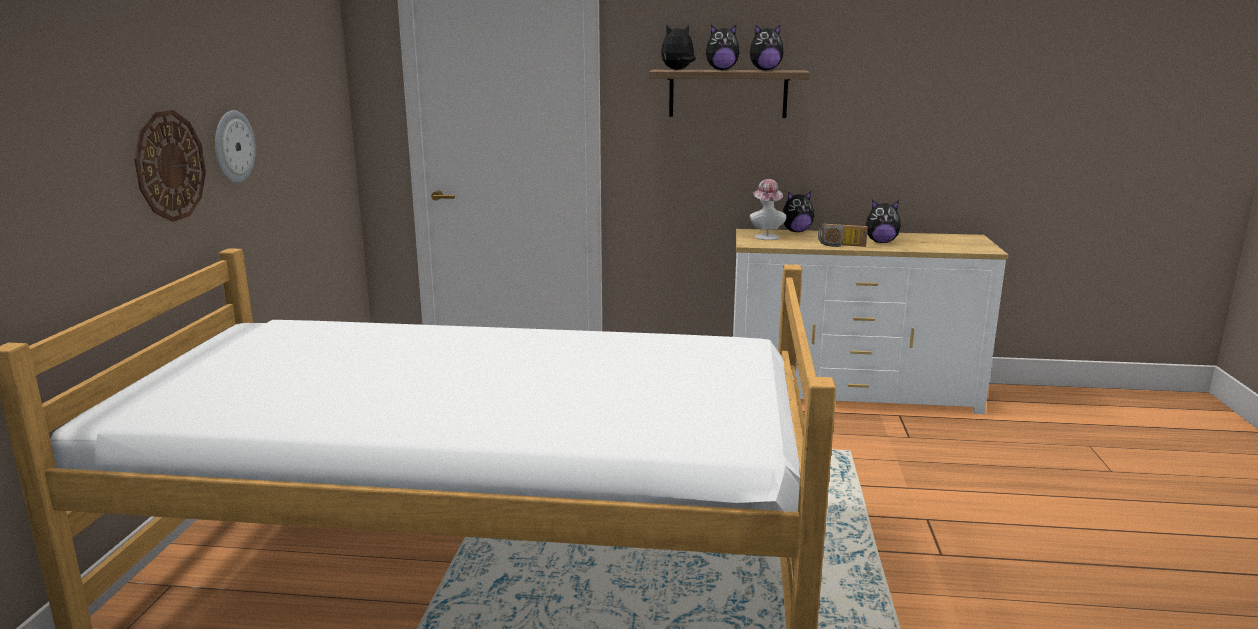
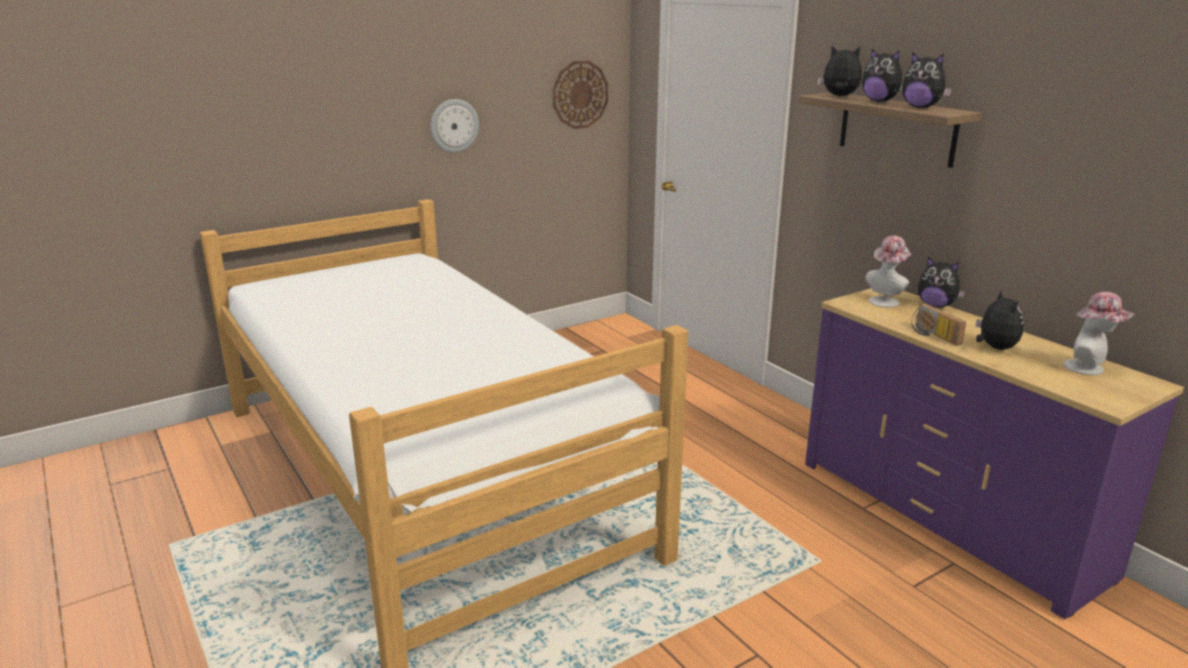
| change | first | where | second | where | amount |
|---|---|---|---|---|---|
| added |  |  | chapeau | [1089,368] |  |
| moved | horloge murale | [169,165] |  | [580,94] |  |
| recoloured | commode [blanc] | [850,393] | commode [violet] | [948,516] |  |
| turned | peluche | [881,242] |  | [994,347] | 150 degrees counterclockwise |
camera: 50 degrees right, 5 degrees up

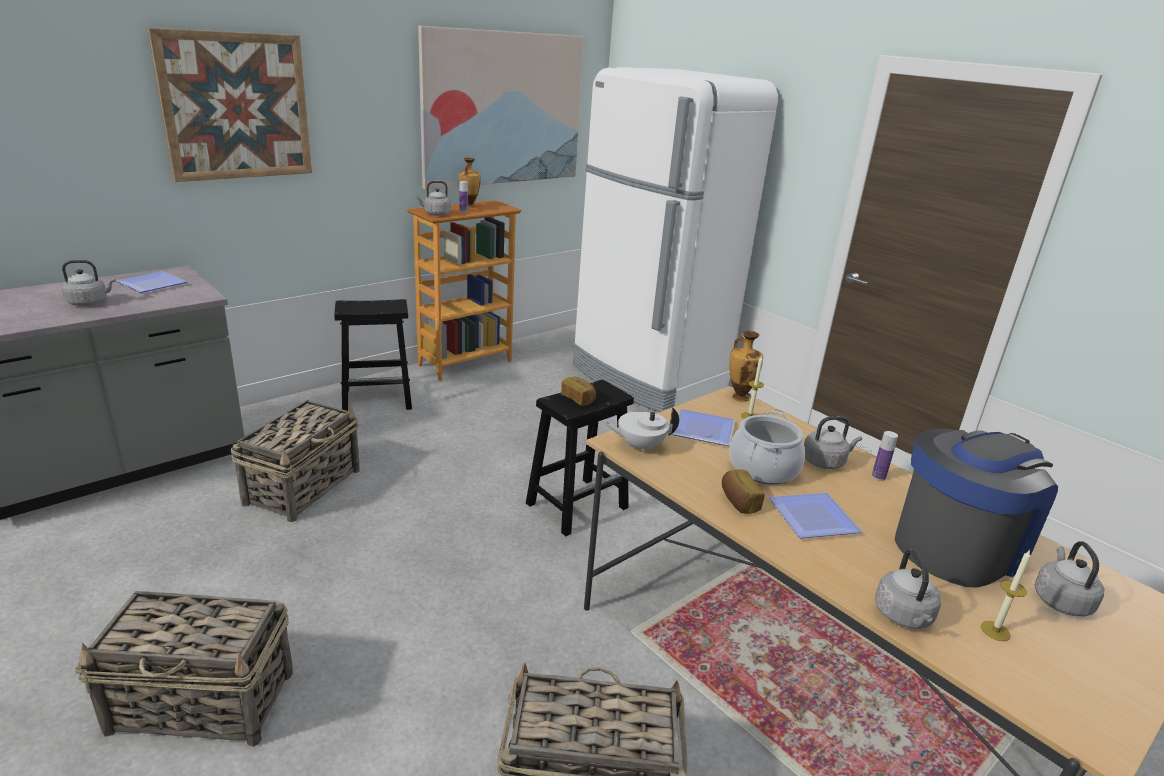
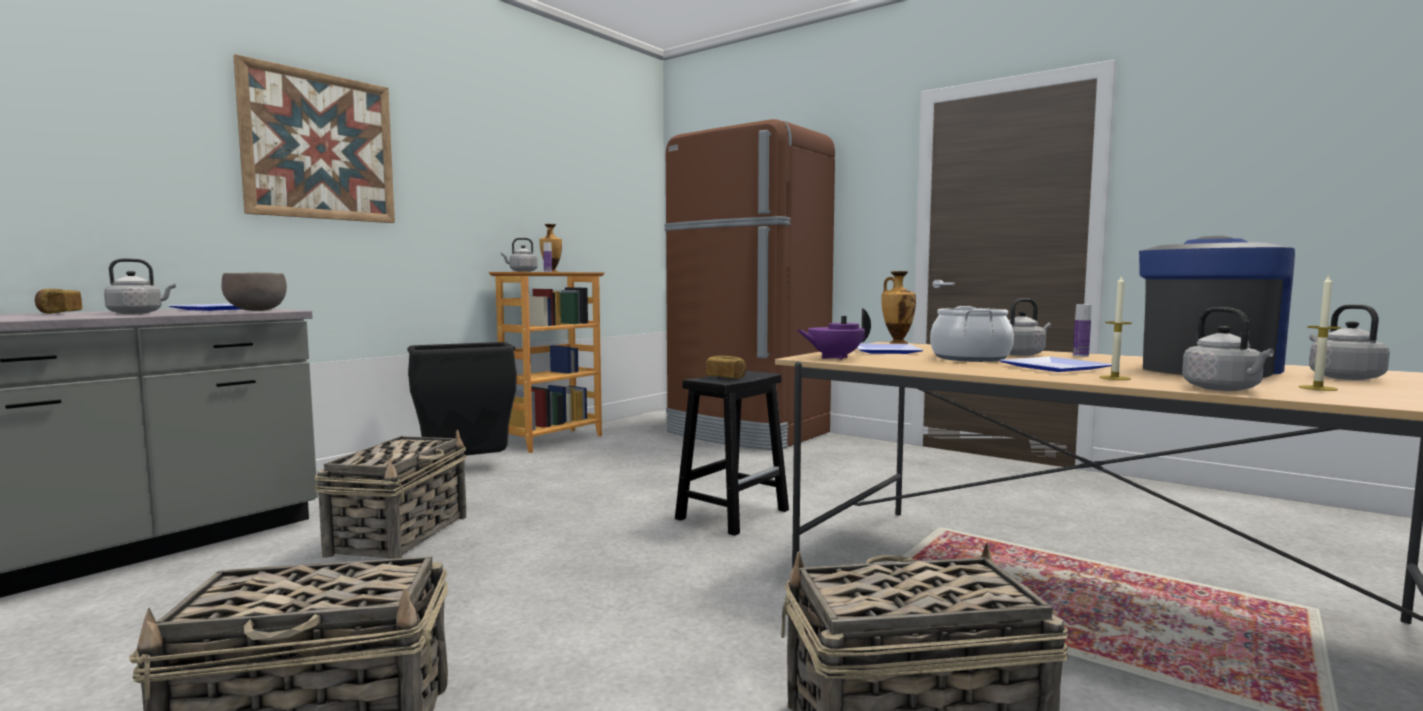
| change | first | where | second | where | amount |
|---|---|---|---|---|---|
| removed | tableau | [503,109] |  |  |  |
| added |  |  | bol [marron] | [257,310] |  |
| moved | pain | [738,502] |  | [58,313] |  |
| moved | bougie | [749,416] |  | [1114,378] |  |
| replaced | tabouret [noir] | [378,399] | poubelle [noir] | [466,469] |  |
| recoloured | réfrigérateur [blanc] | [647,378] | réfrigérateur [marron] | [747,433] |  |
| recoloured | théière [blanc] | [640,446] | théière [violet] | [834,358] |  |
camera: 10 degrees left, 20 degrees down

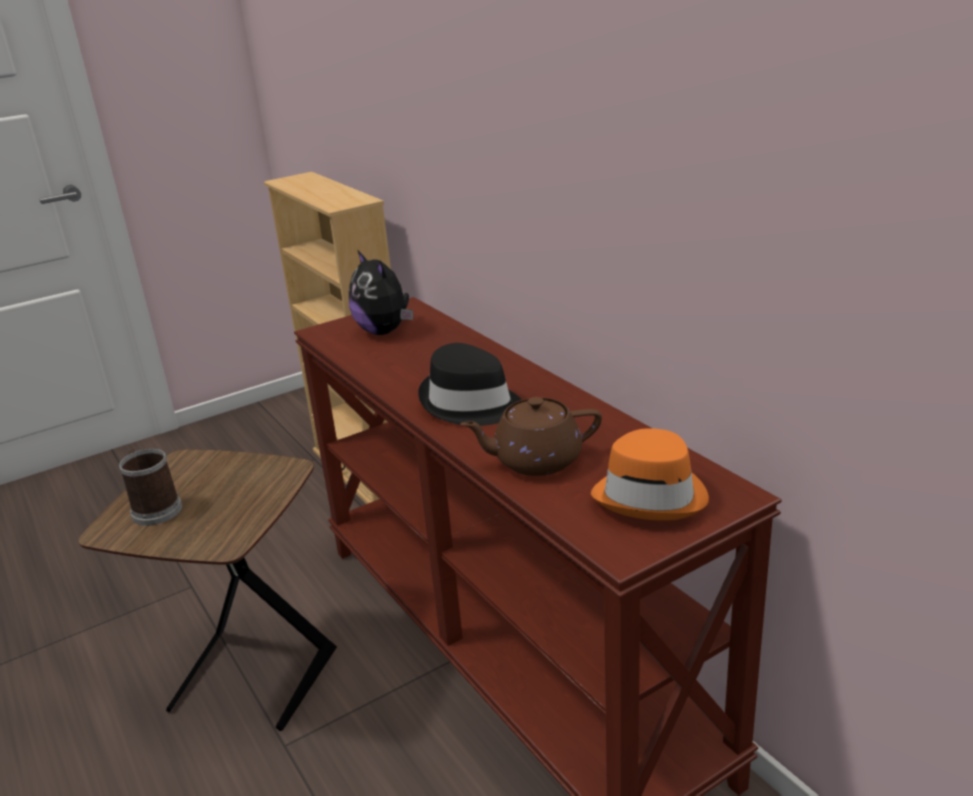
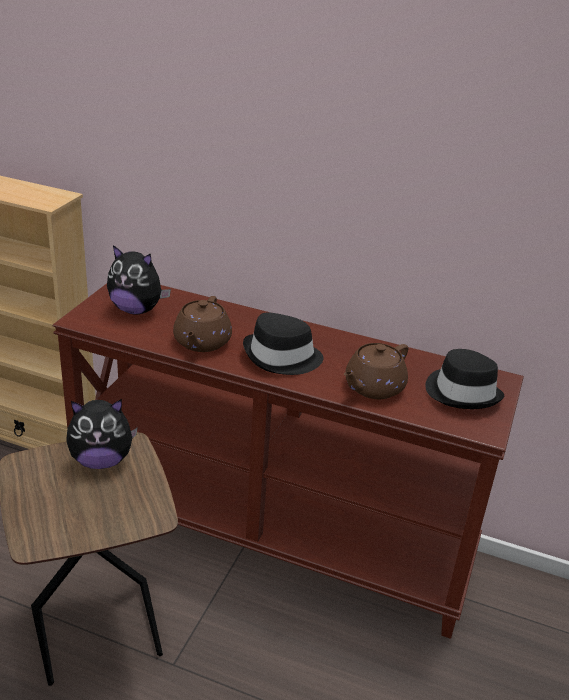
| change | first | where | second | where | amount |
|---|---|---|---|---|---|
| removed | mug | [154,508] |  |  |  |
| added |  |  | peluche | [101,460] |  |
| added |  |  | théière [marron] | [201,342] |  |
| recoloured | chapeau [orange] | [652,495] | chapeau [noir] | [462,392] |  |
camera: 40 degrees left, 5 degrees up

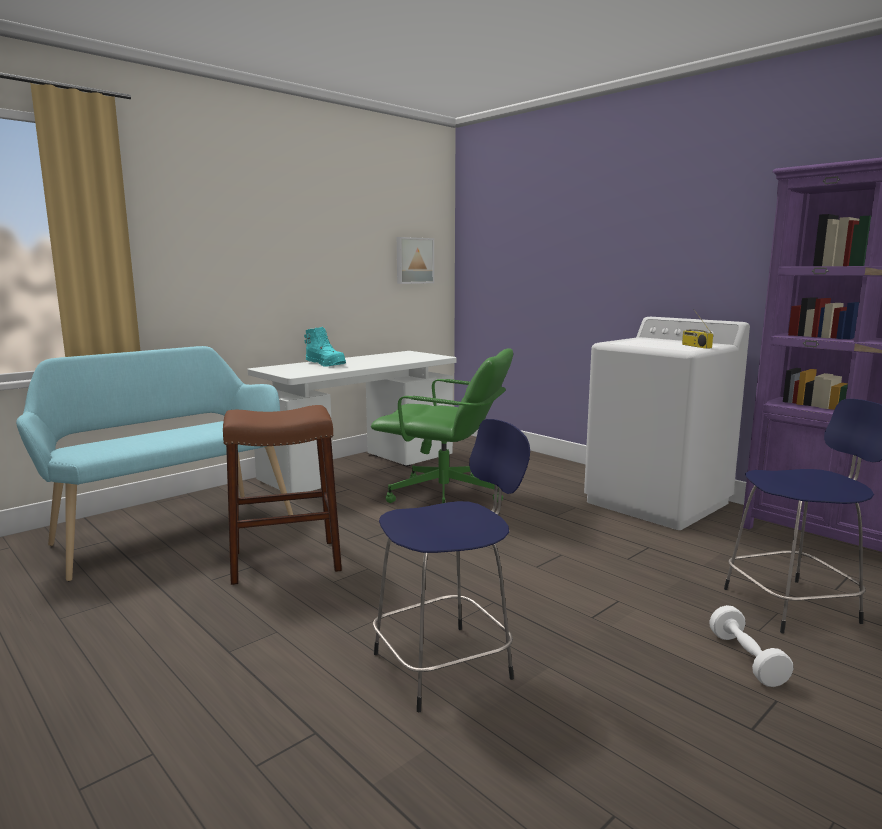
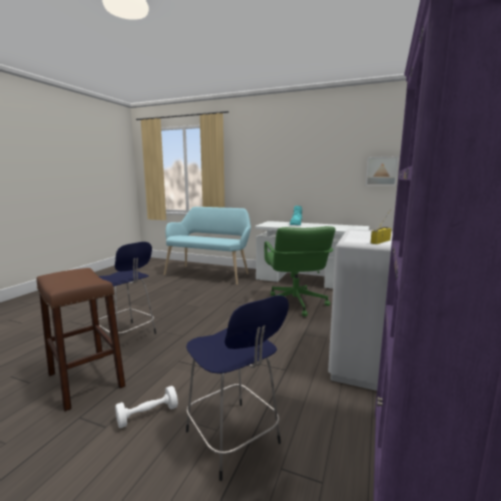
| change | first | where | second | where | amount |
|---|---|---|---|---|---|
| moved | tabouret [marron] | [285,561] |  | [85,380] |  |
camera: 65 degrees right, 0 degrees up

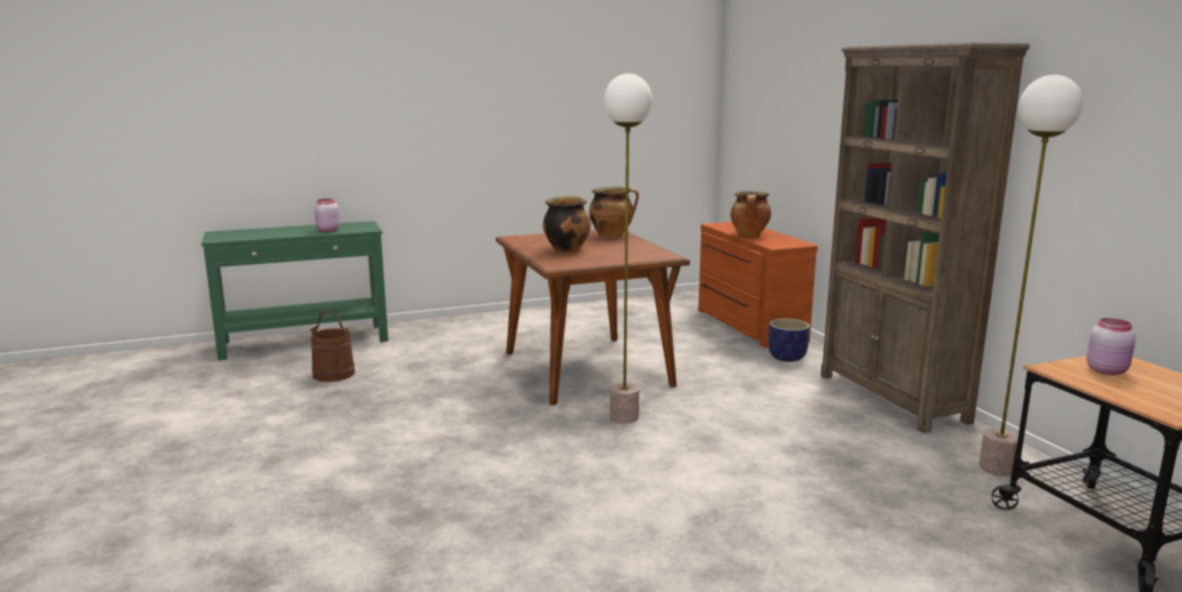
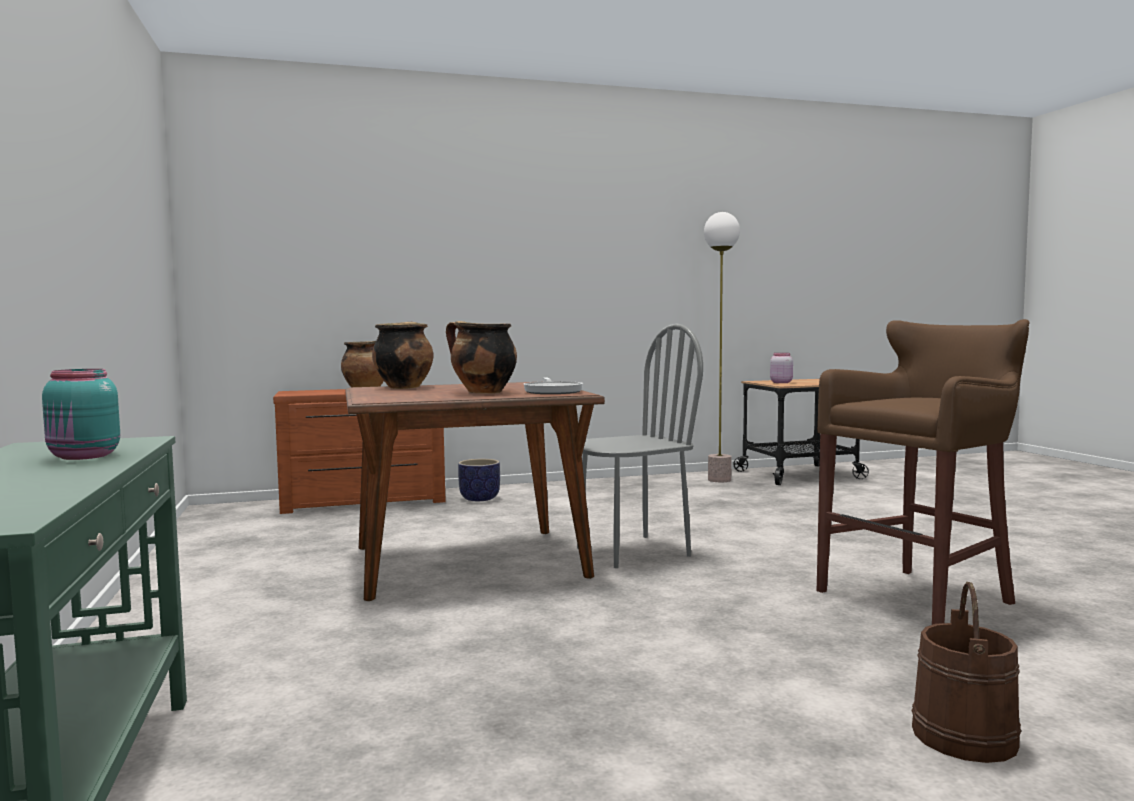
| change | first | where | second | where | amount |
|---|---|---|---|---|---|
| removed | bibliothèque [marron] | [892,398] |  |  |  |
| added |  |  | poêle | [553,391] |  |
| added |  |  | tabouret [marron] | [919,597] |  |
| moved | seau [marron] | [334,374] |  | [963,736] |  |
| replaced | lampadaire | [624,417] | chaise [gris] | [632,551] |  |
| recoloured | bocal [rose] | [327,230] | bocal [turquoise] | [84,456] |  |
camera: 85 degrees left, 10 degrees down

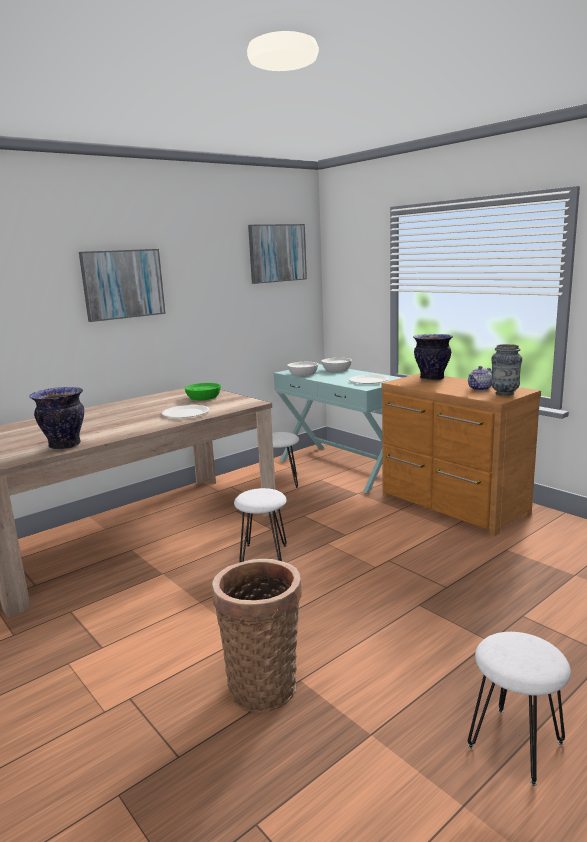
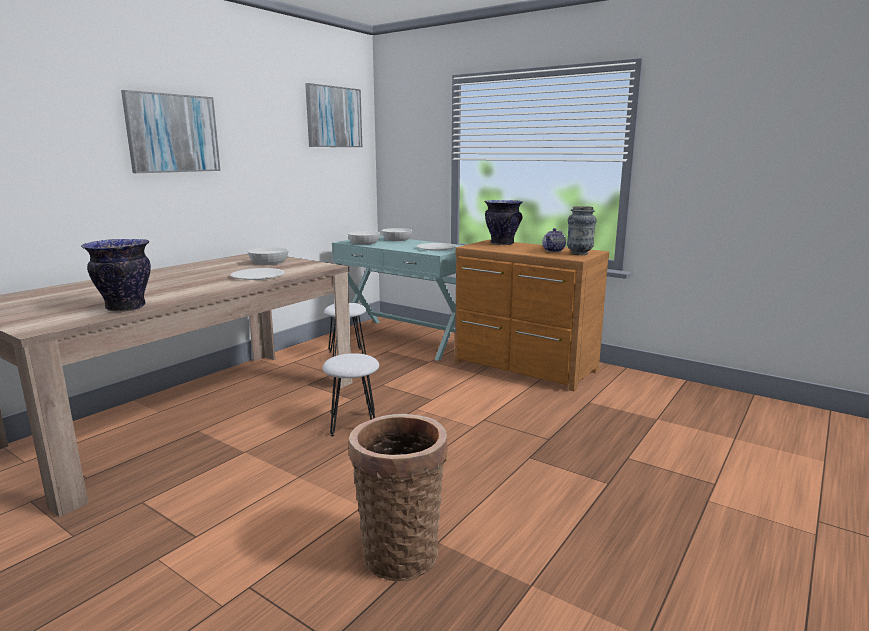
| change | first | where | second | where | amount |
|---|---|---|---|---|---|
| removed | tabouret [blanc] | [516,743] |  |  |  |
| recoloured | bol [vert] | [203,397] | bol [blanc] | [269,262] |  |
camera: 15 degrees left, 0 degrees up

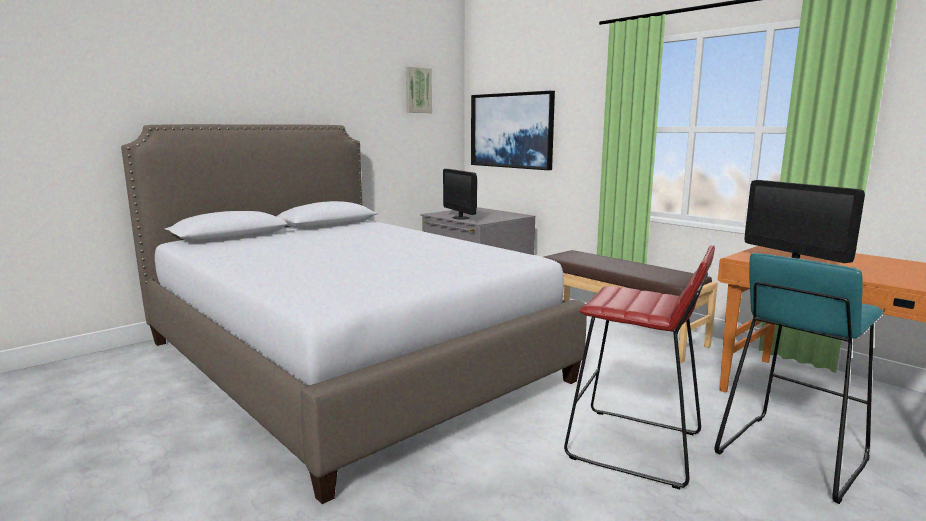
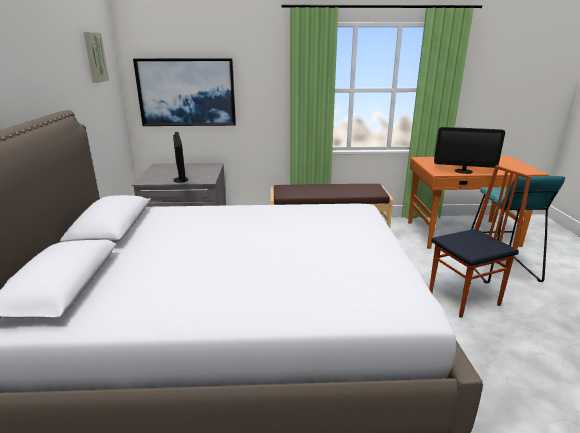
| change | first | where | second | where | amount |
|---|---|---|---|---|---|
| replaced | tabouret [rouge] | [635,447] | chaise | [465,299] |  |
| turned | écran d'ordinateur | [460,218] |  | [180,180] | 120 degrees counterclockwise |
camera: 50 degrees left, 10 degrees up

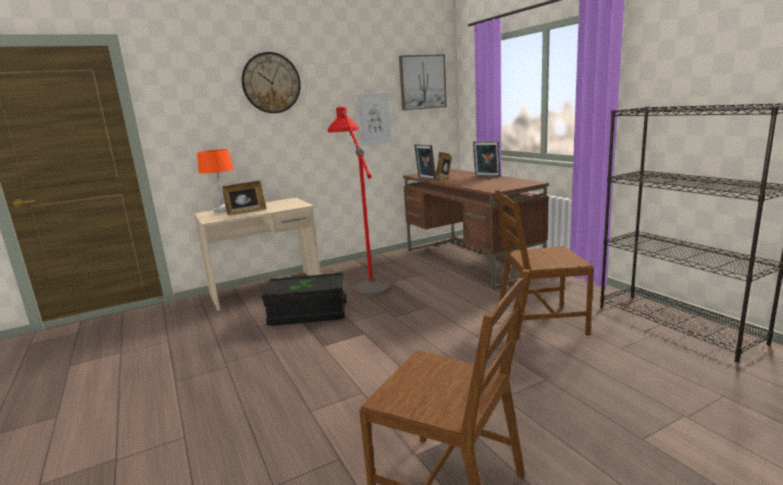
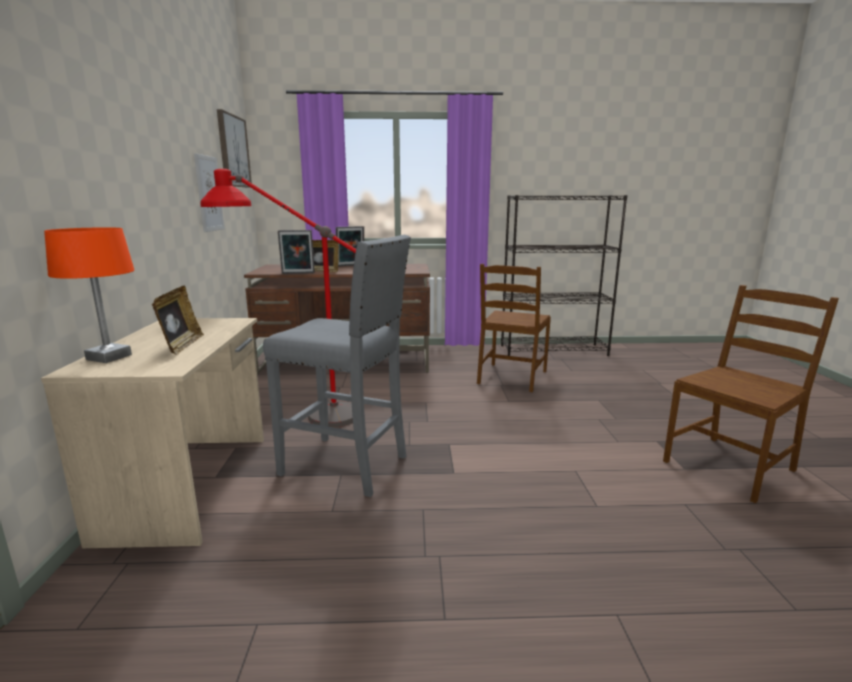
| change | first | where | second | where | amount |
|---|---|---|---|---|---|
| removed | horloge murale | [271,83] |  |  |  |
| replaced | boîte de rangement [noir] | [308,314] | tabouret [gris] | [346,466] |  |
camera: 65 degrees left, 0 degrees up

